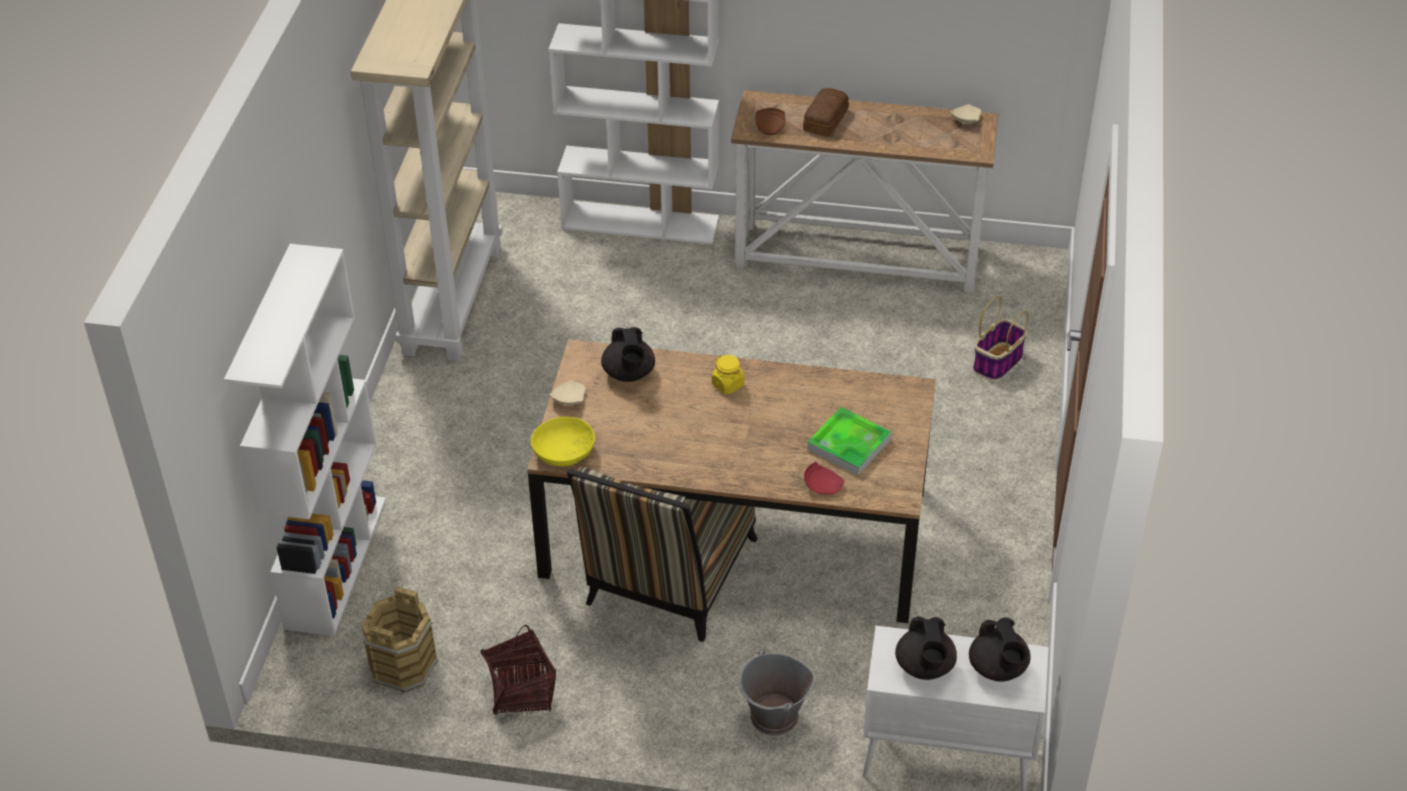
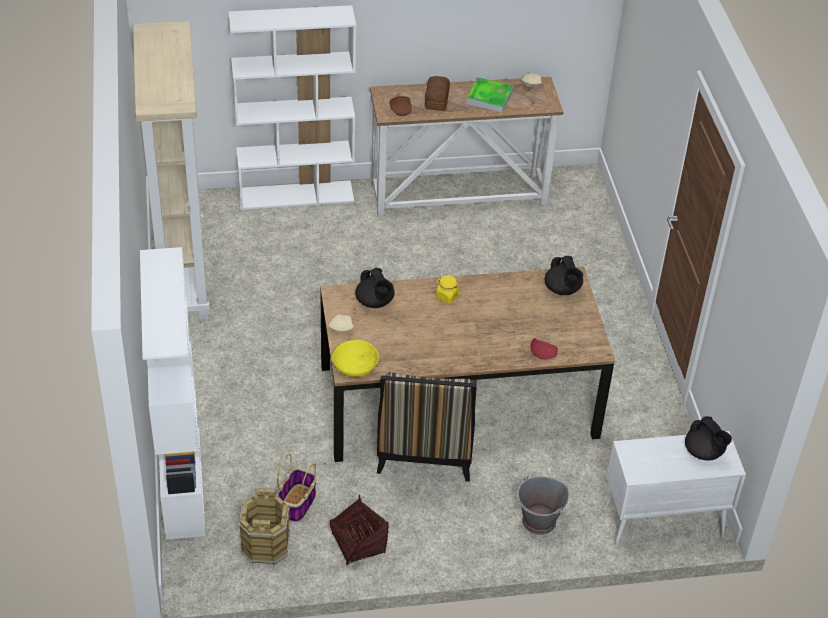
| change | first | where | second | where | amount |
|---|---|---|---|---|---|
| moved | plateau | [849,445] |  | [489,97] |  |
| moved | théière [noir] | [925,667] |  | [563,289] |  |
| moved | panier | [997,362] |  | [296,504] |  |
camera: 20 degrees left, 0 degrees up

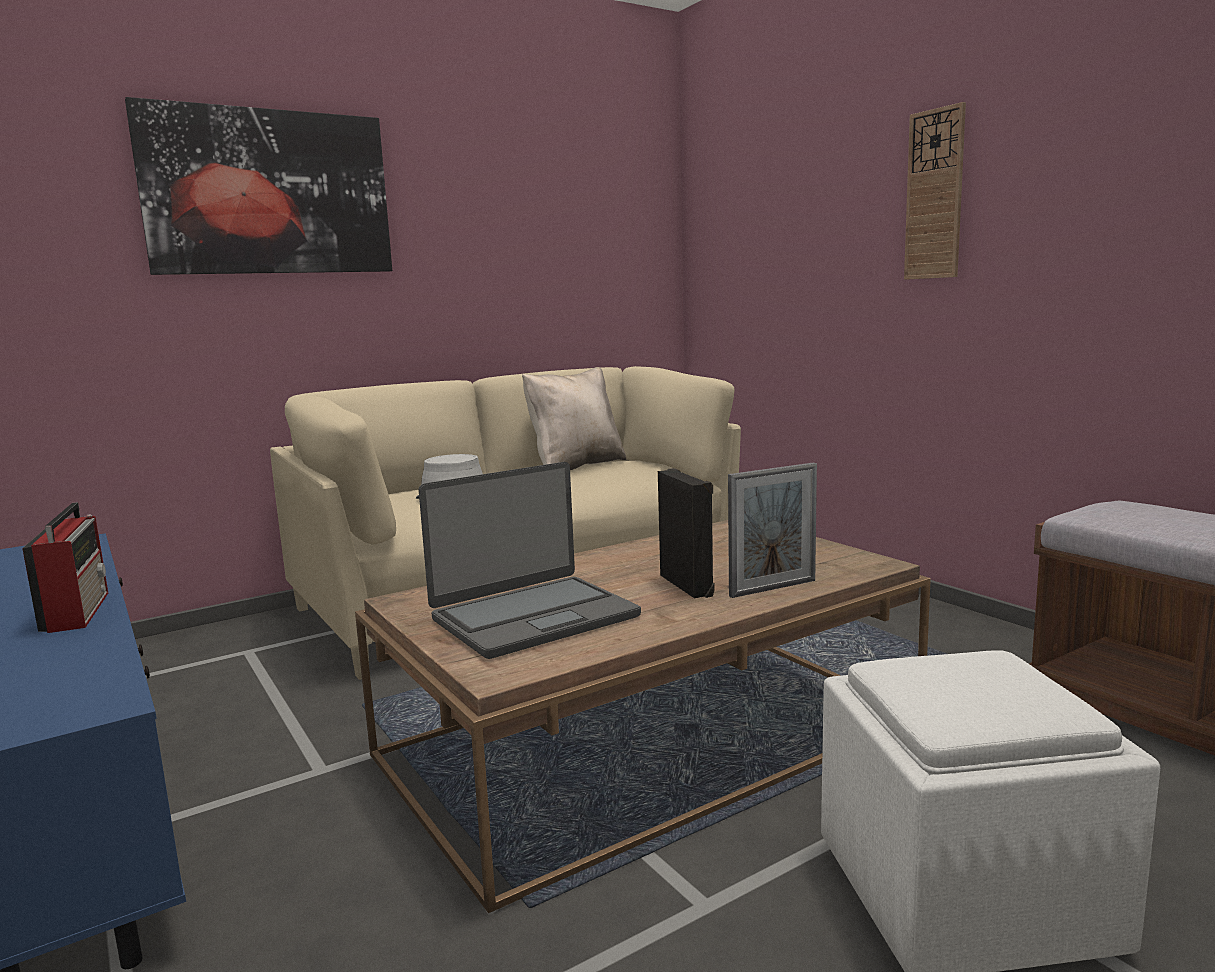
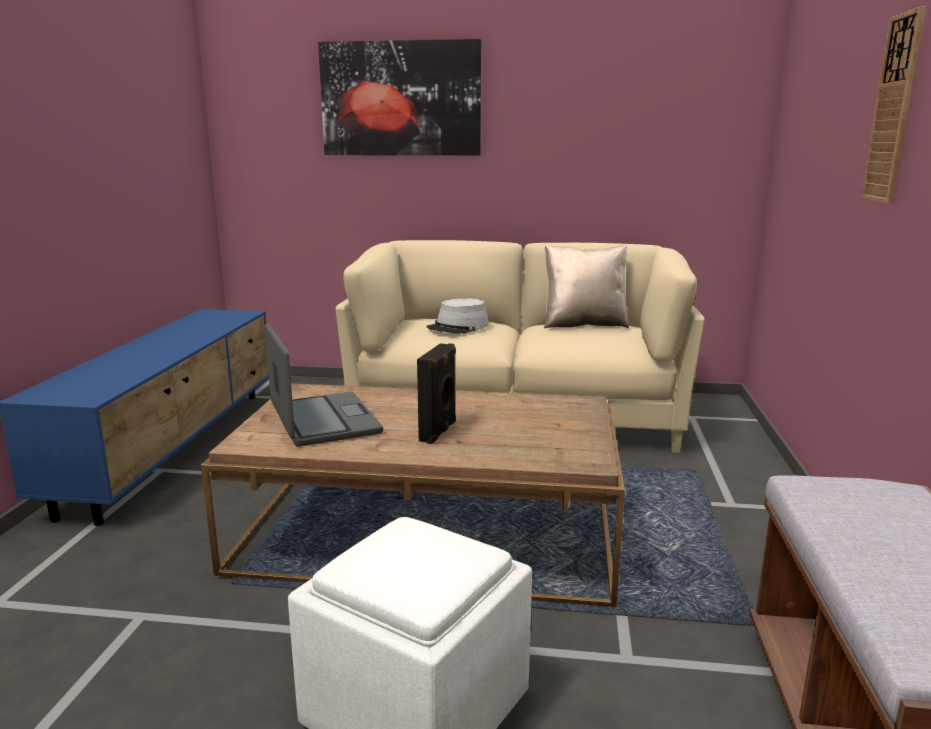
| change | first | where | second | where | amount |
|---|---|---|---|---|---|
| removed | radio | [78,611] |  |  |  |
| removed | cadre photo | [773,588] |  |  |  |
| turned | ordinateur portable | [533,617] |  | [323,421] | 120 degrees counterclockwise |
camera: 40 degrees right, 5 degrees up

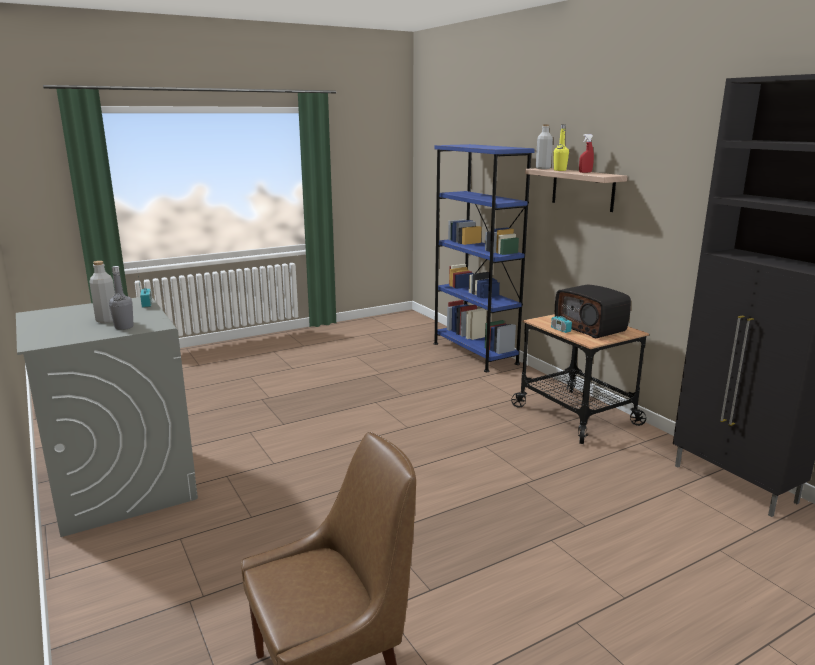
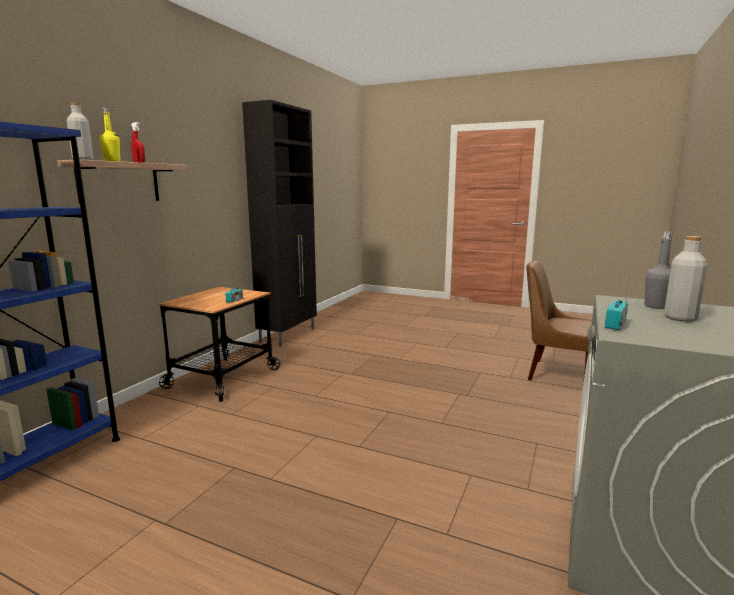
| change | first | where | second | where | amount |
|---|---|---|---|---|---|
| removed | radio | [591,328] |  |  |  |
camera: 125 degrees left, 5 degrees down

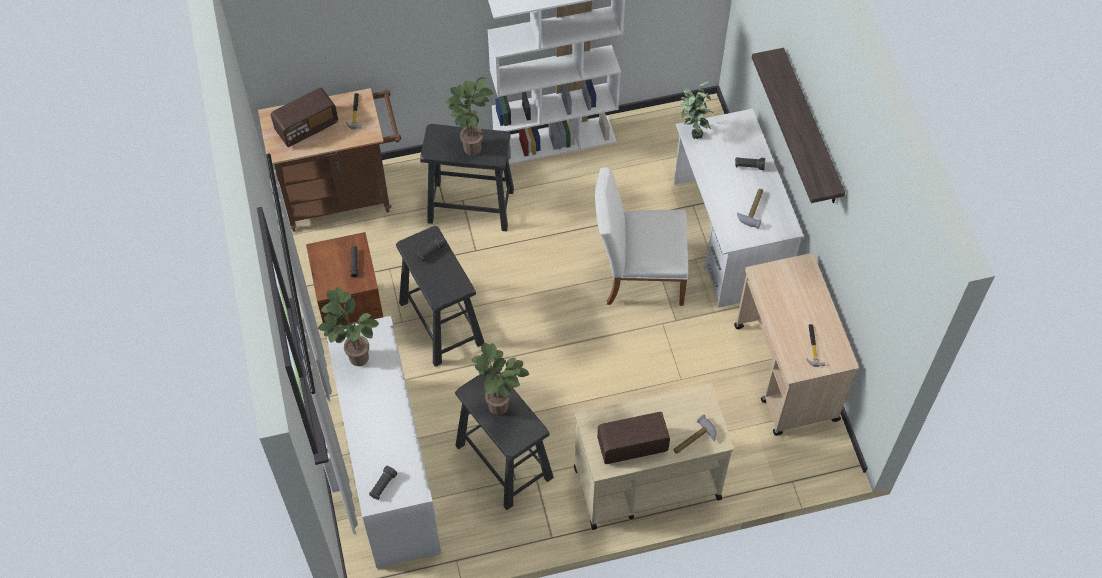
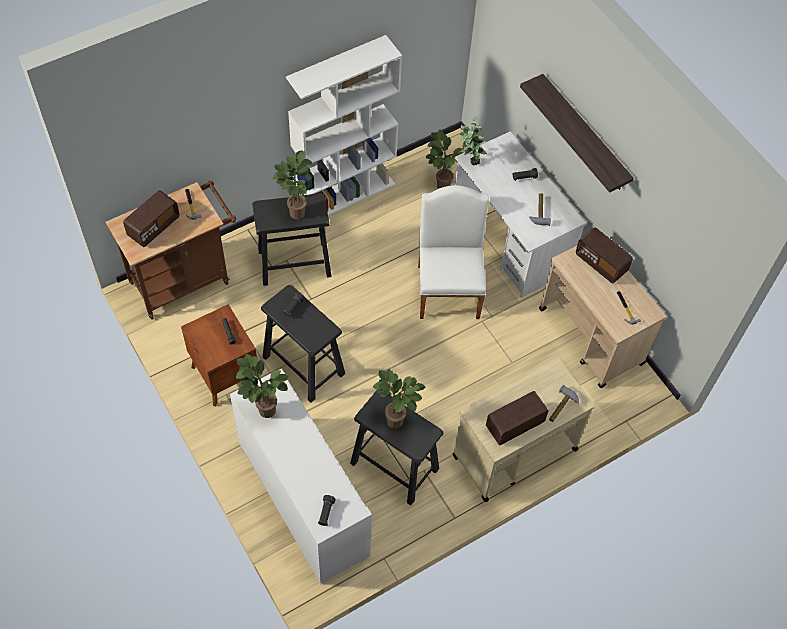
| change | first | where | second | where | amount |
|---|---|---|---|---|---|
| added |  |  | plante en pot | [440,185] |  |
| added |  |  | radio | [601,263] |  |
| turned | chaise [blanc] | [637,274] |  | [448,286] | 105 degrees clockwise |
camera: 20 degrees left, 0 degrees up

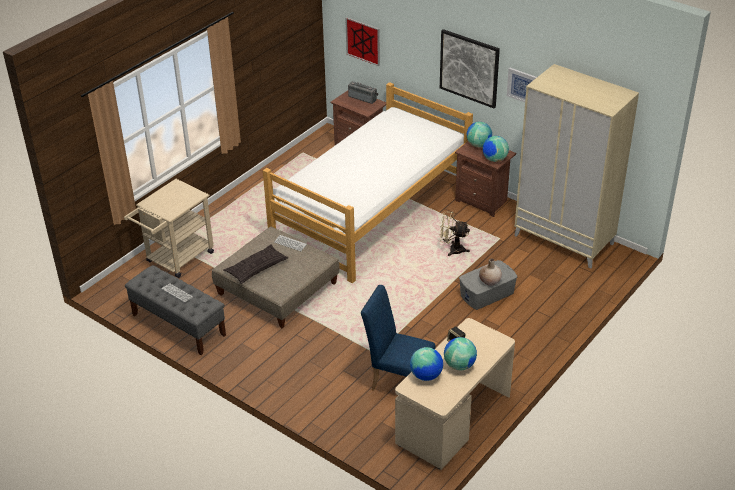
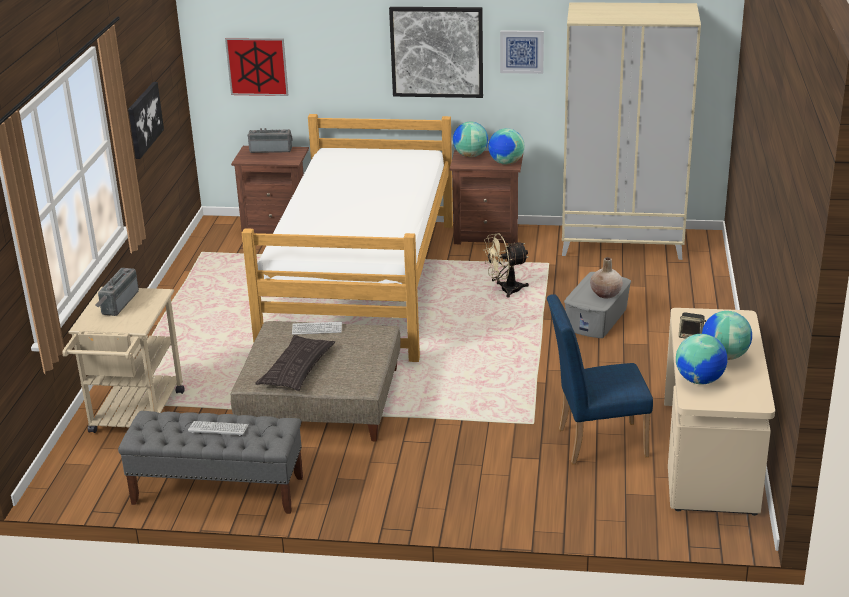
| change | first | where | second | where | amount |
|---|---|---|---|---|---|
| added |  |  | radio | [117,302] |  |
| added |  |  | tableau | [144,119] |  |
camera: 30 degrees left, 10 degrees down

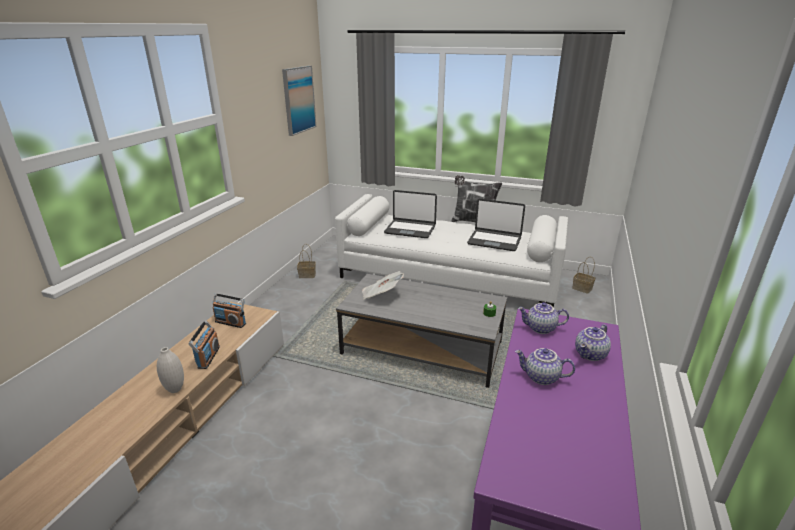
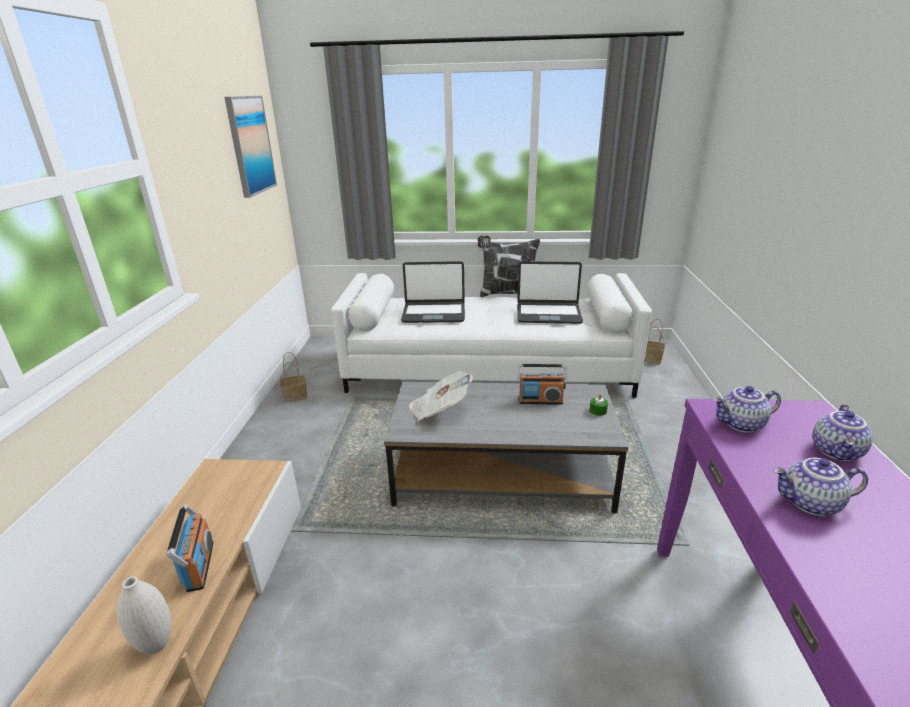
| change | first | where | second | where | amount |
|---|---|---|---|---|---|
| moved | radio | [231,322] |  | [540,401] |  |
camera: 15 degrees left, 0 degrees up

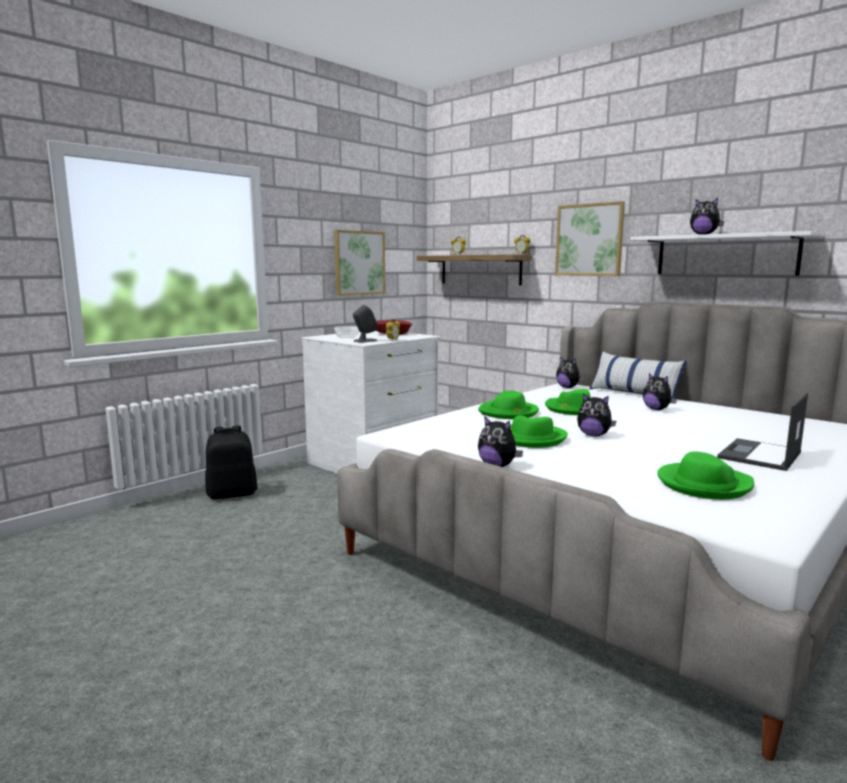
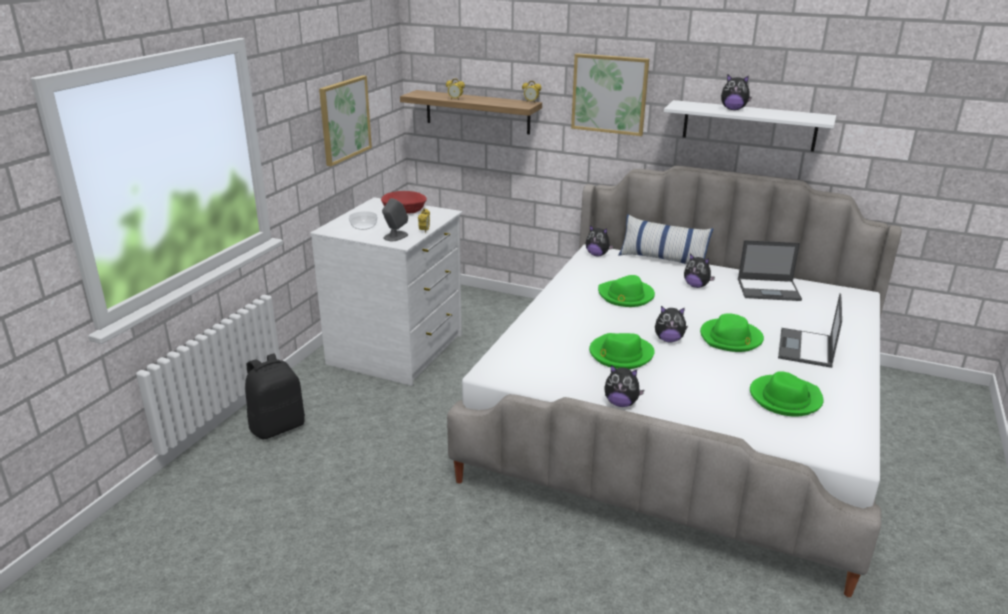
| change | first | where | second | where | amount |
|---|---|---|---|---|---|
| added |  |  | ordinateur portable | [769,290] |  |
| moved | chapeau [vert] | [508,412] |  | [731,338] |  |
camera: 20 degrees left, 15 degrees up

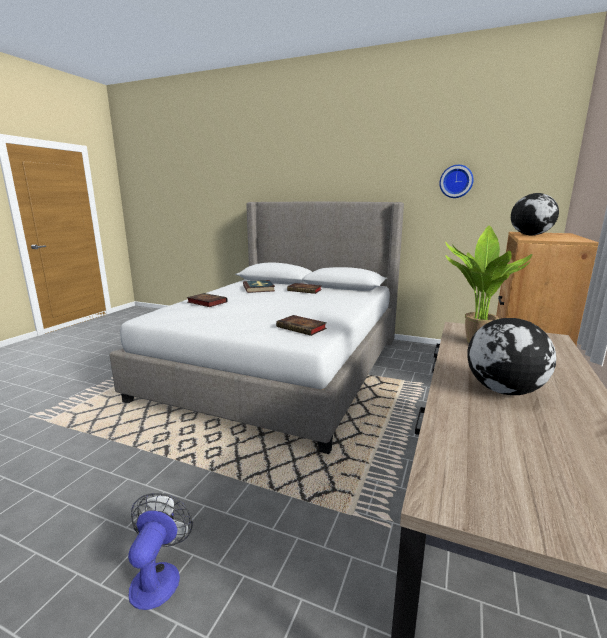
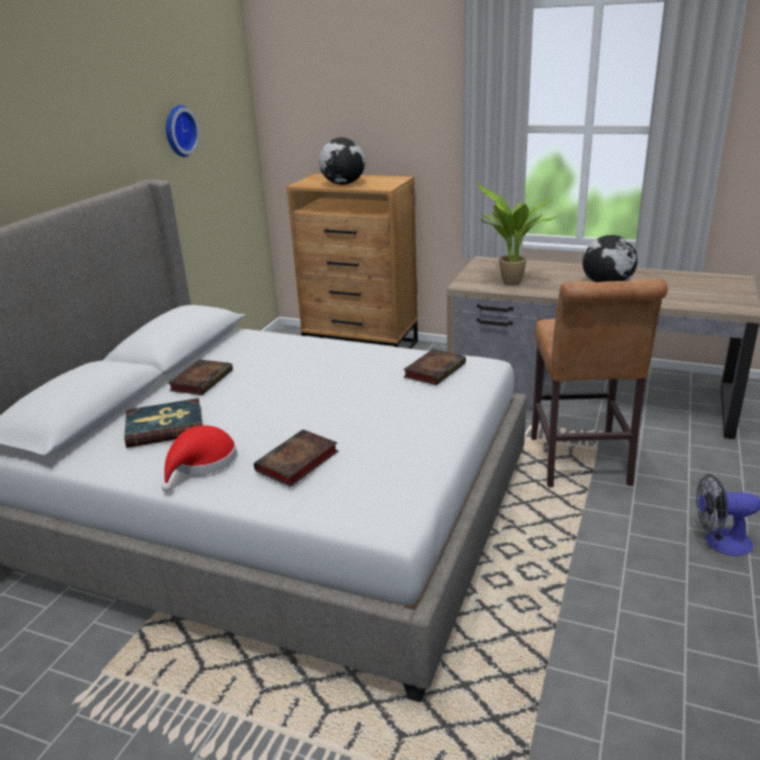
| change | first | where | second | where | amount |
|---|---|---|---|---|---|
| added |  |  | chapeau [rouge] | [201,463] |  |
| added |  |  | tabouret [marron] | [580,464] |  |
camera: 90 degrees left, 10 degrees up

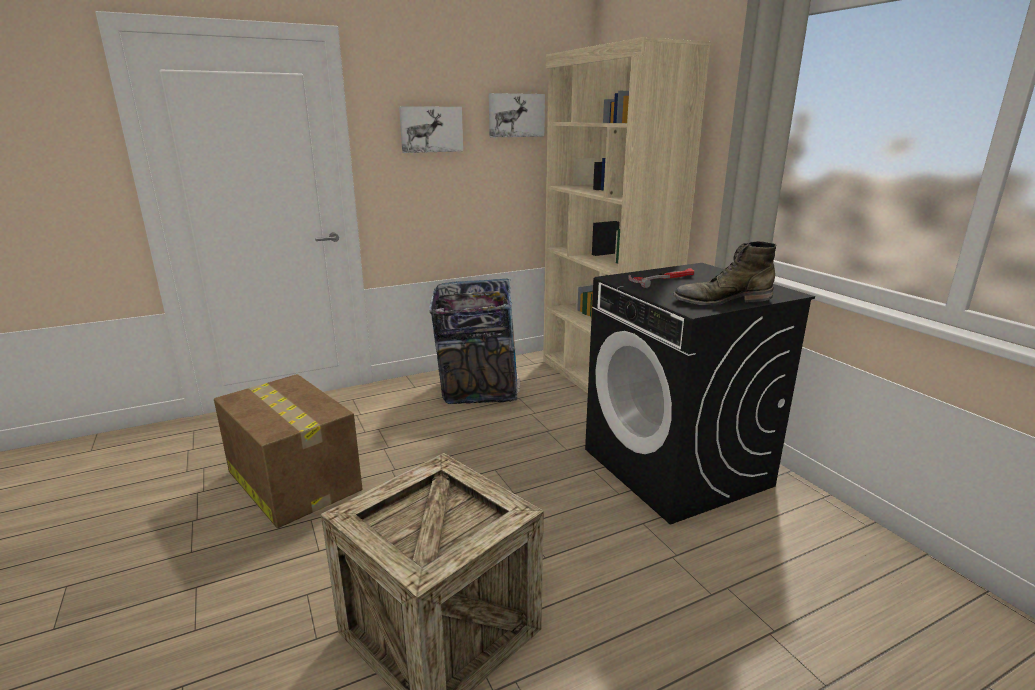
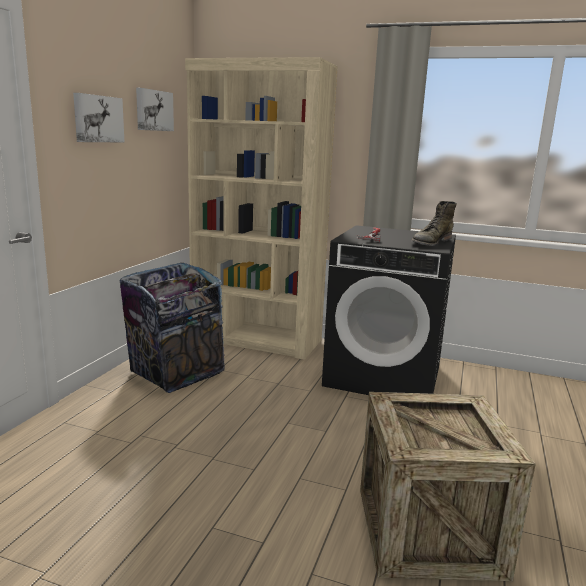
| change | first | where | second | where | amount |
|---|---|---|---|---|---|
| removed | carton | [293,480] |  |  |  |
camera: 45 degrees left, 5 degrees down

